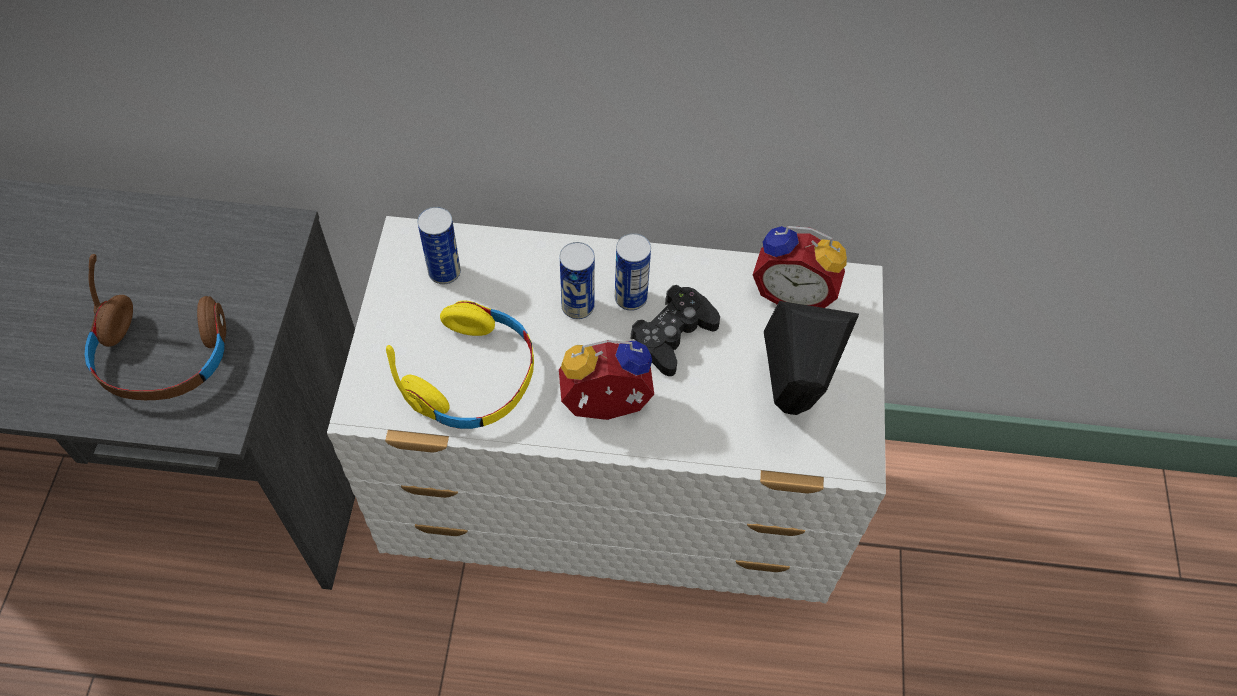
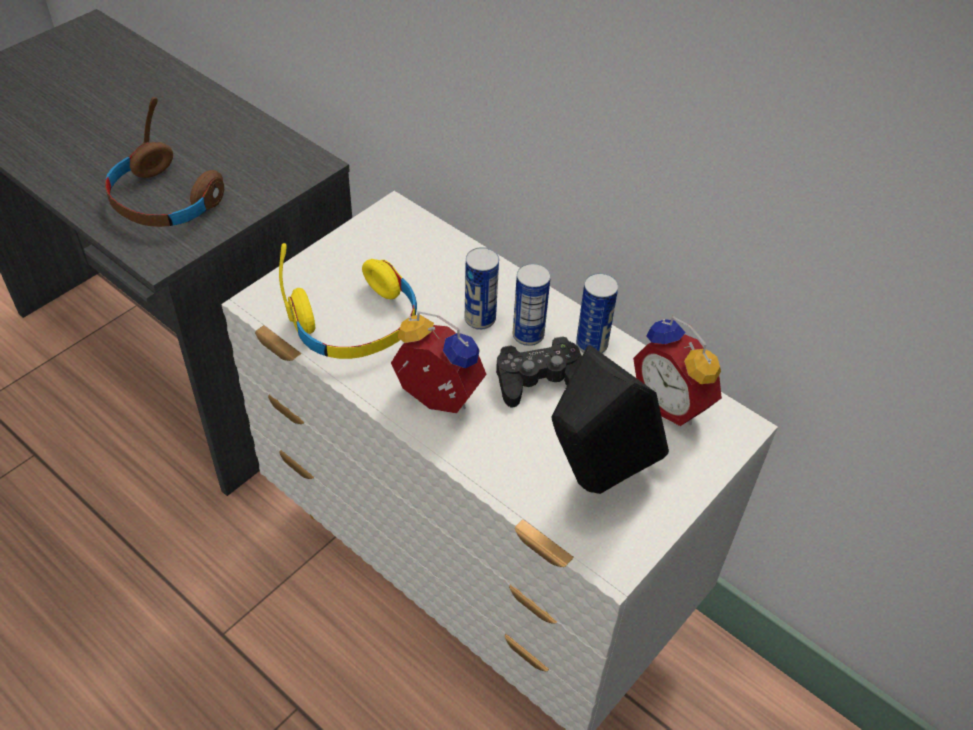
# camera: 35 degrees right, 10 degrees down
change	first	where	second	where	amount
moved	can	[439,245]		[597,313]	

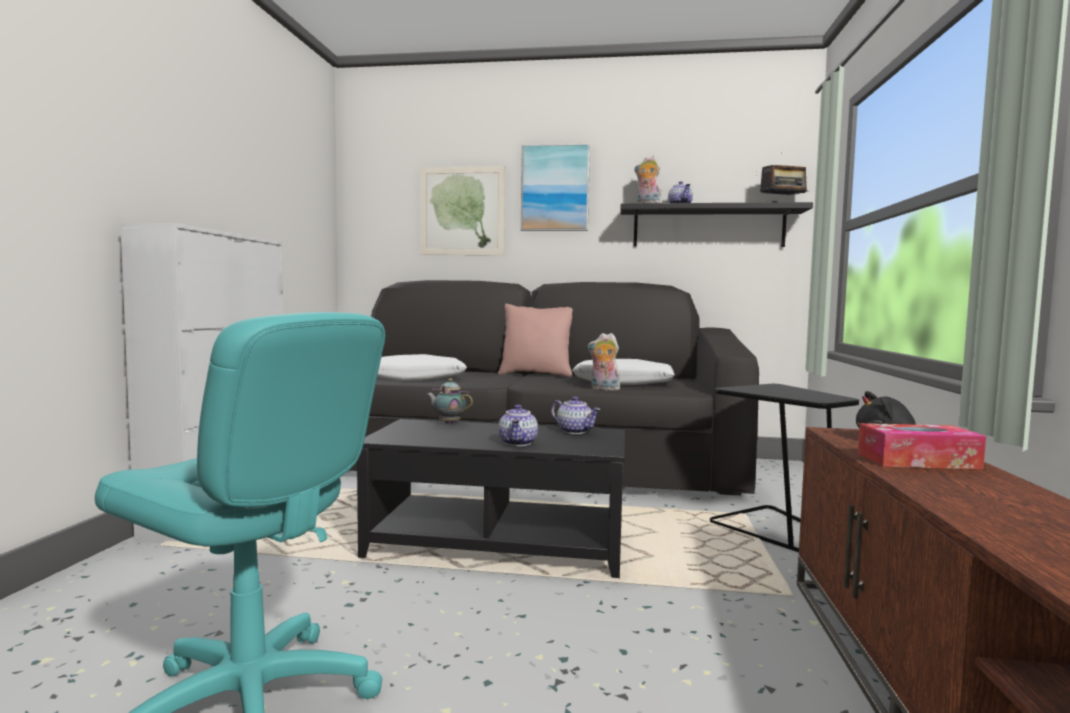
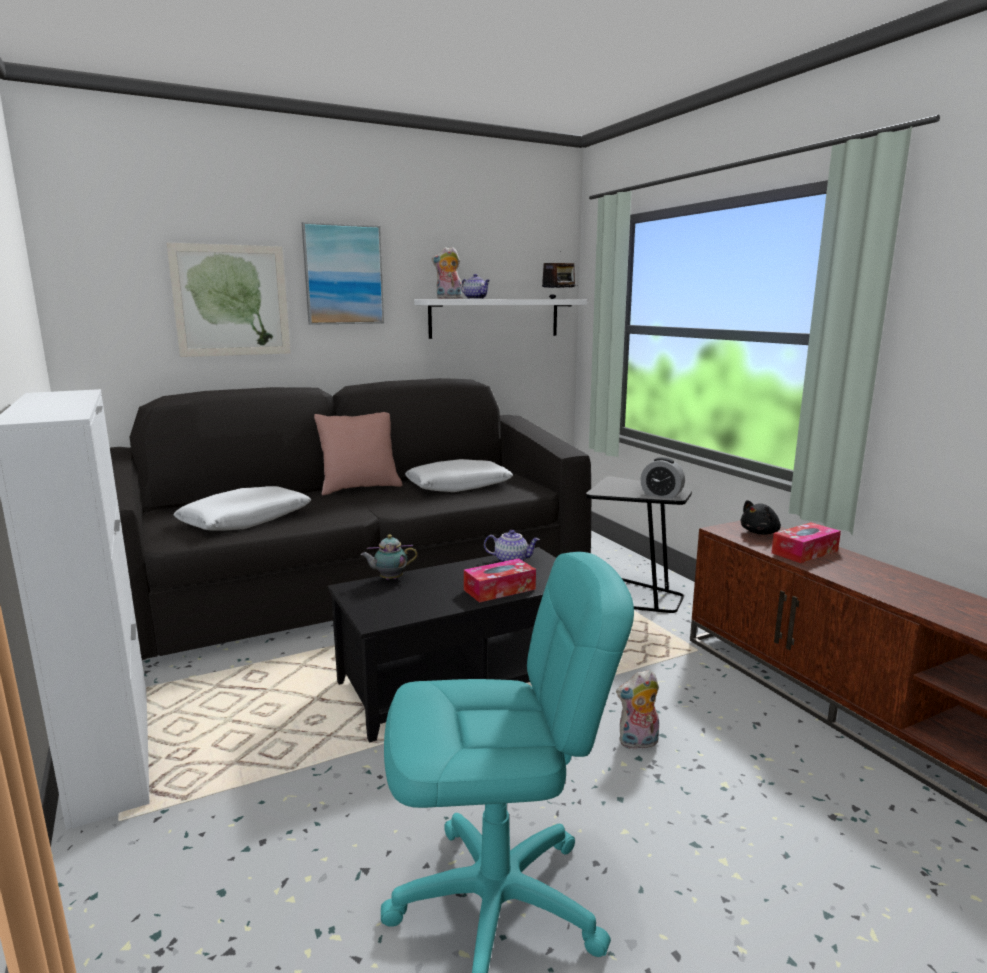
# camera: 35 degrees left, 10 degrees up
change	first	where	second	where	amount
recoloured	shelf/black	[717,224]	shelf/white	[500,319]	
moved	plush toy	[604,362]		[637,709]	
replaced	teapot	[518,425]	tissue box	[500,580]	
added			alarm clock	[663,478]	

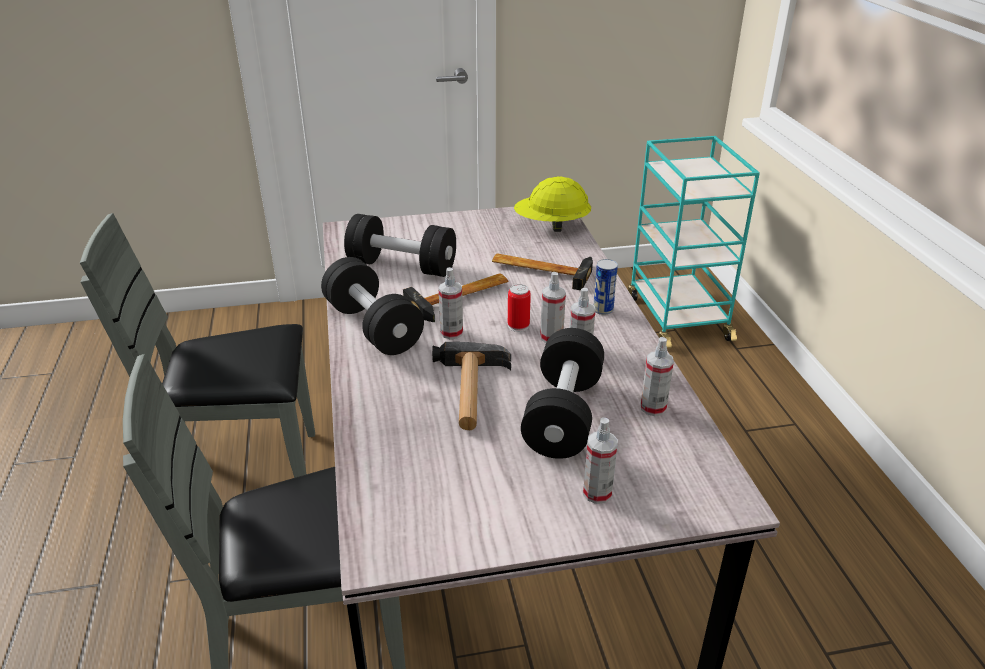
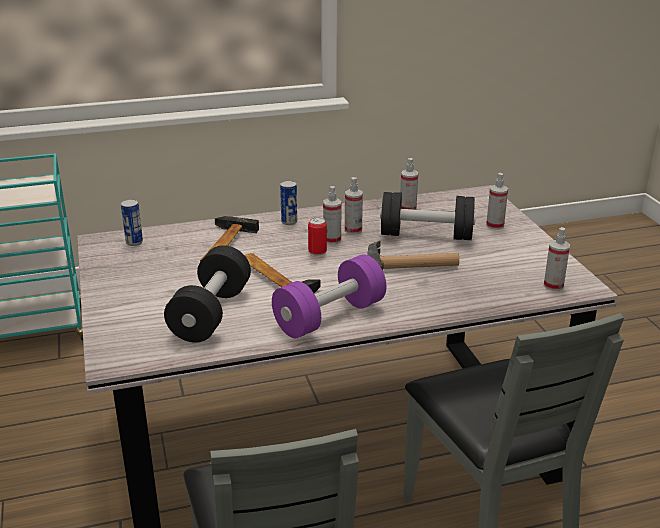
# camera: 95 degrees left, 5 degrees down
change	first	where	second	where	amount
replaced	hard hat/yellow	[552,204]	can	[132,222]	
recoloured	dumbbell/black	[372,306]	dumbbell/purple	[329,296]	
moved	spray bottle	[451,303]		[557,259]	

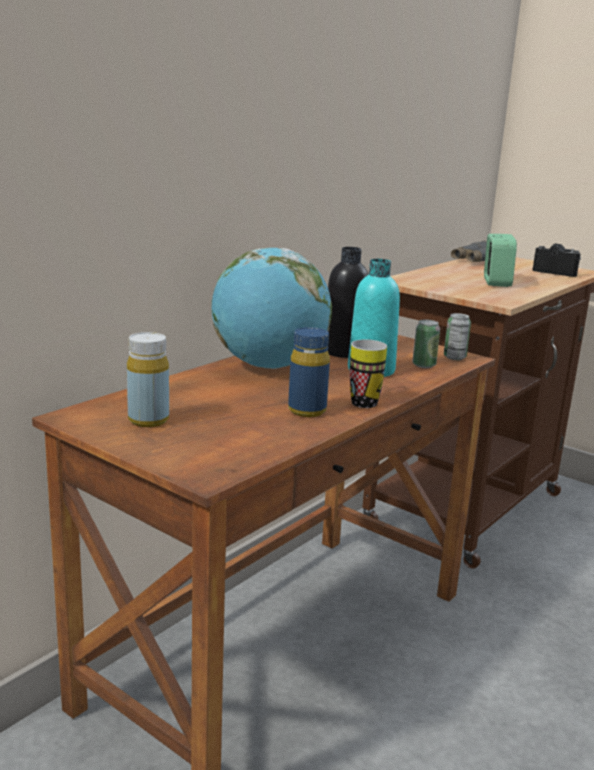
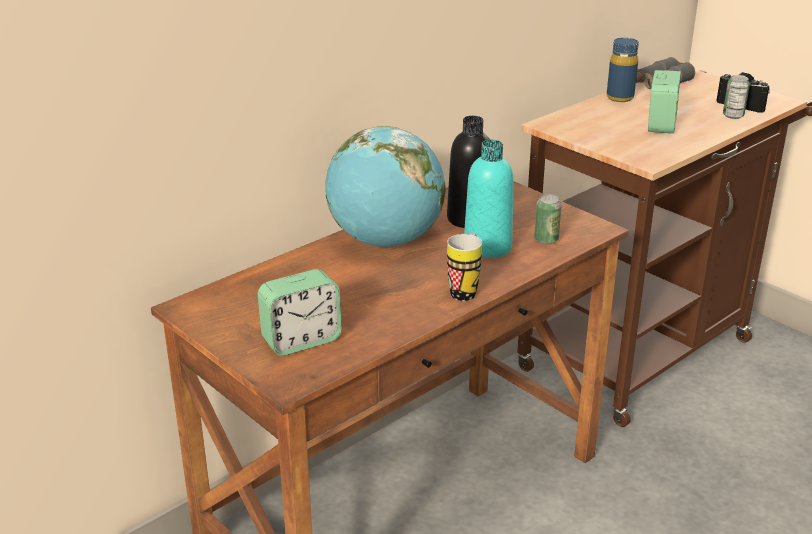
# camera: 10 degrees right, 10 degrees up
change	first	where	second	where	amount
moved	can	[457,336]		[736,97]	
moved	bottle/blue	[309,372]		[623,70]	
removed	bottle/yellow	[148,379]			
added			alarm clock	[300,312]	

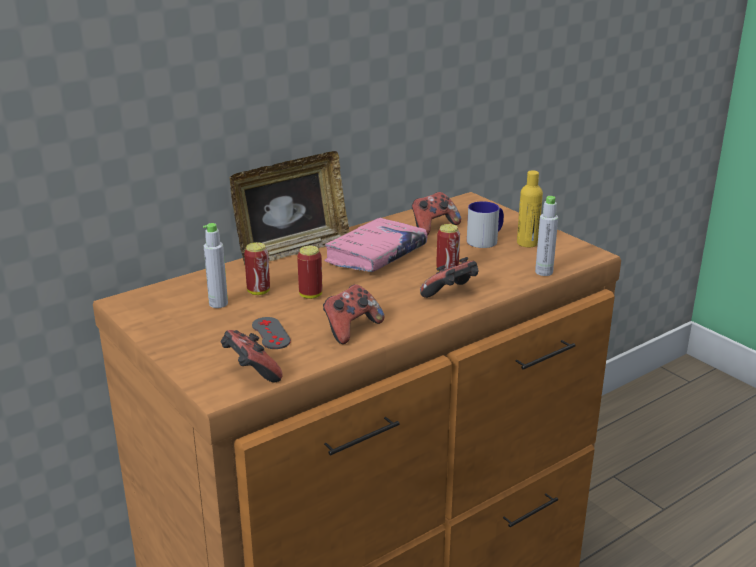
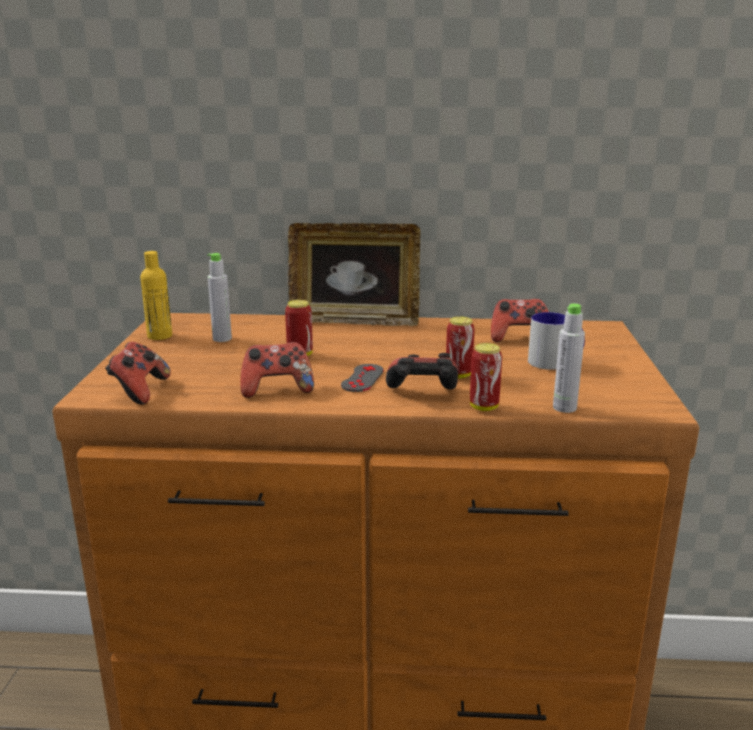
# camera: 40 degrees right, 5 degrees down
change	first	where	second	where	amount
moved	bottle/yellow	[530,208]		[156,295]	
removed	book/pink	[376,244]			
moved	can	[257,268]		[486,377]	
moved	game controller/grey	[271,333]		[362,378]	

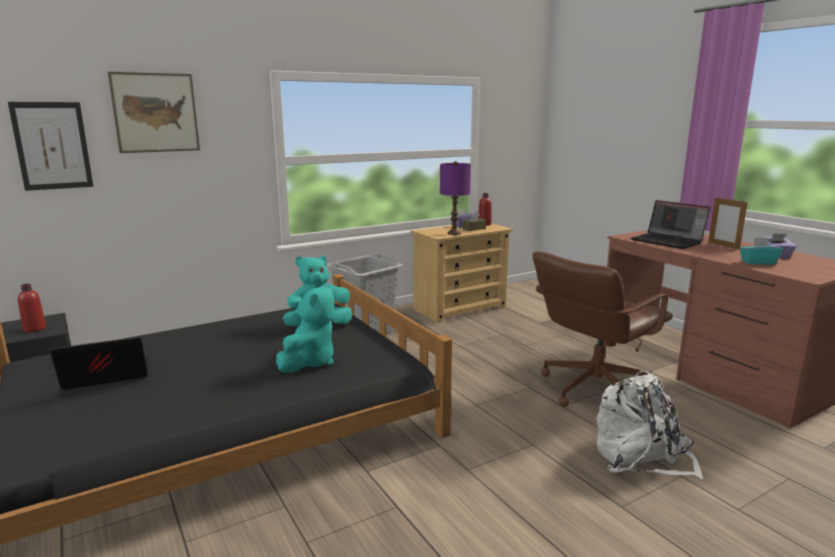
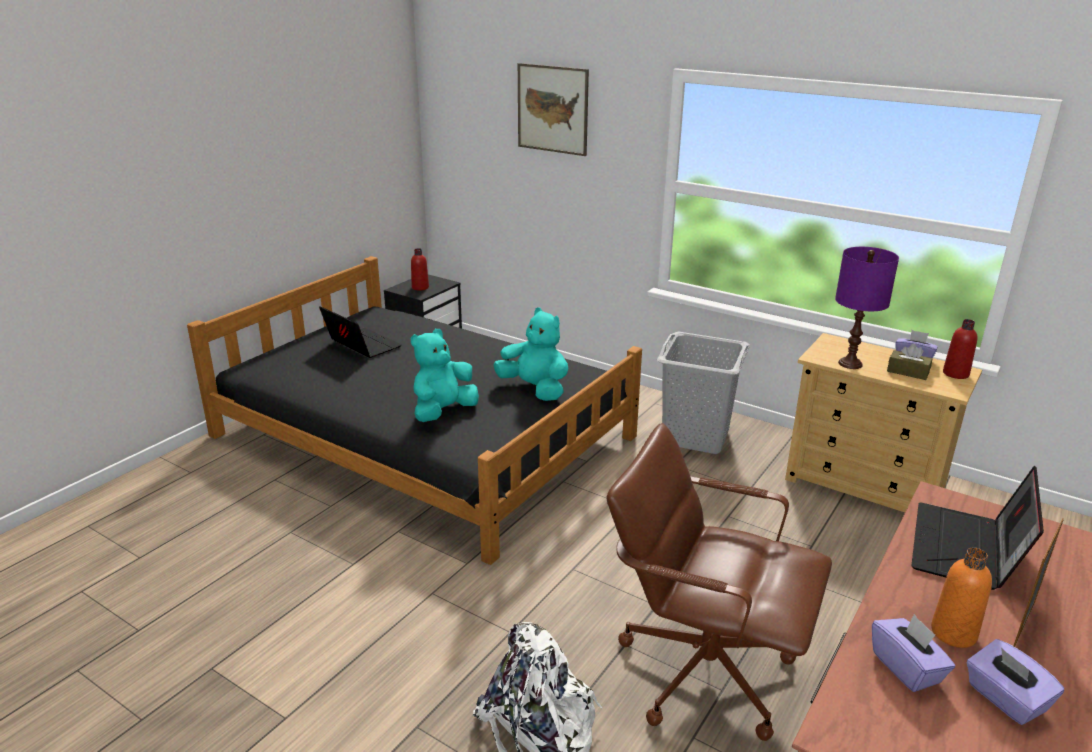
# camera: 65 degrees right, 10 degrees up
change	first	where	second	where	amount
removed	picture	[50,146]			
recoloured	tissue box/turquoise	[761,251]	tissue box/purple	[913,653]	
turned	plush toy/turquoise	[305,328]		[445,375]	135 degrees clockwise
added			bottle/orange	[961,597]	

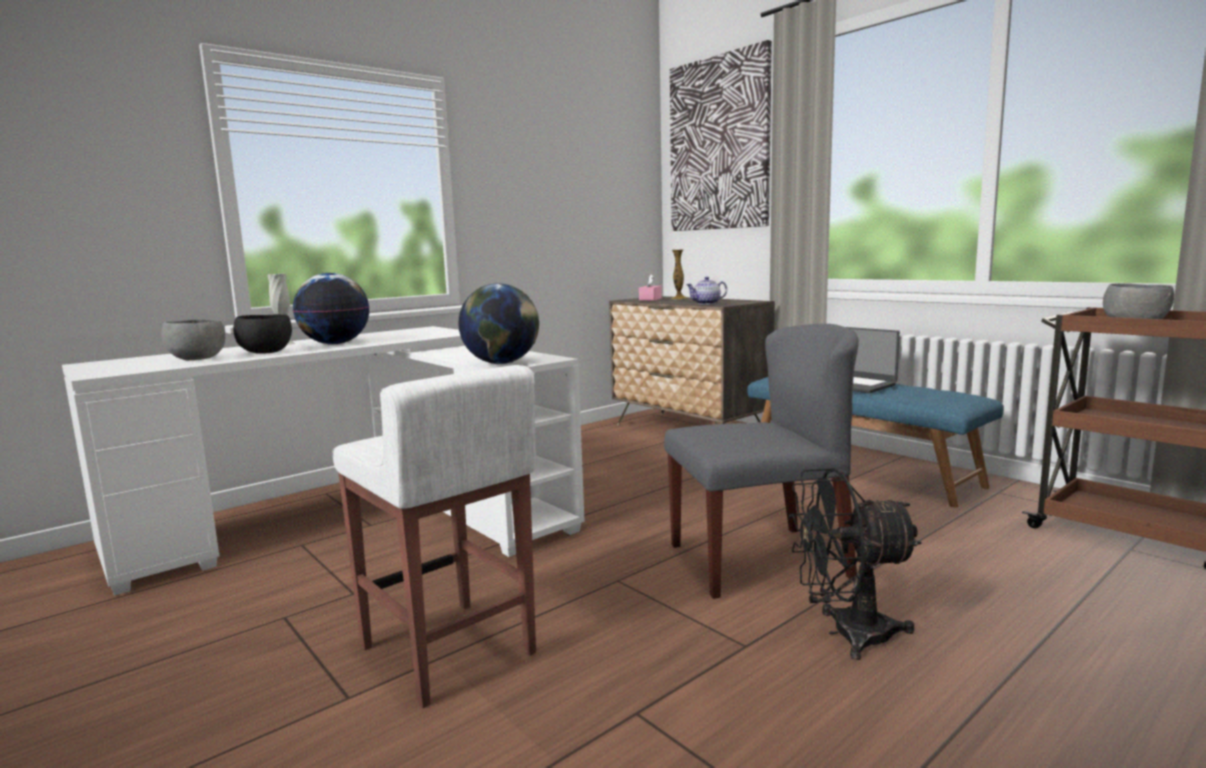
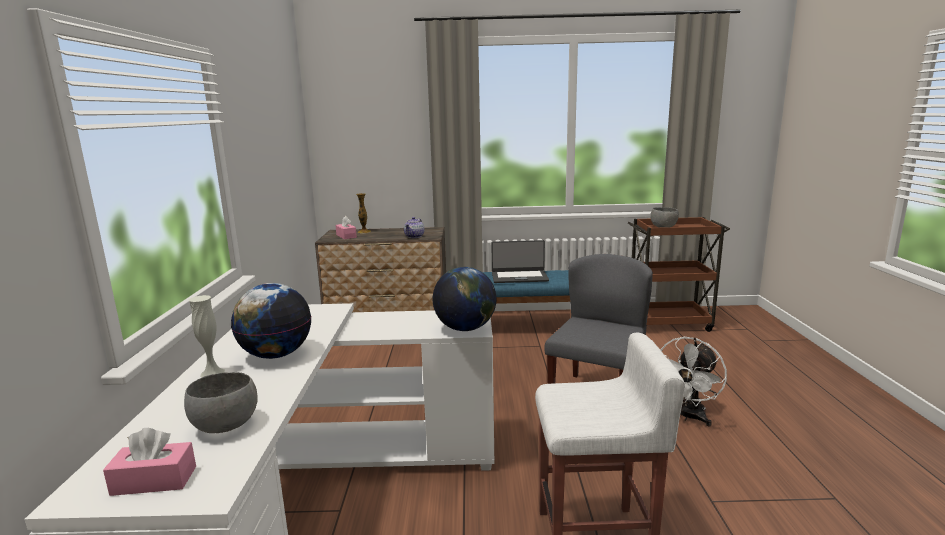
# camera: 50 degrees left, 5 degrees up
change	first	where	second	where	amount
removed	picture	[721,135]			
removed	bowl/black	[262,334]			
recoloured	fan/black	[855,564]	fan/white	[693,382]	
added			tissue box/pink	[149,462]	

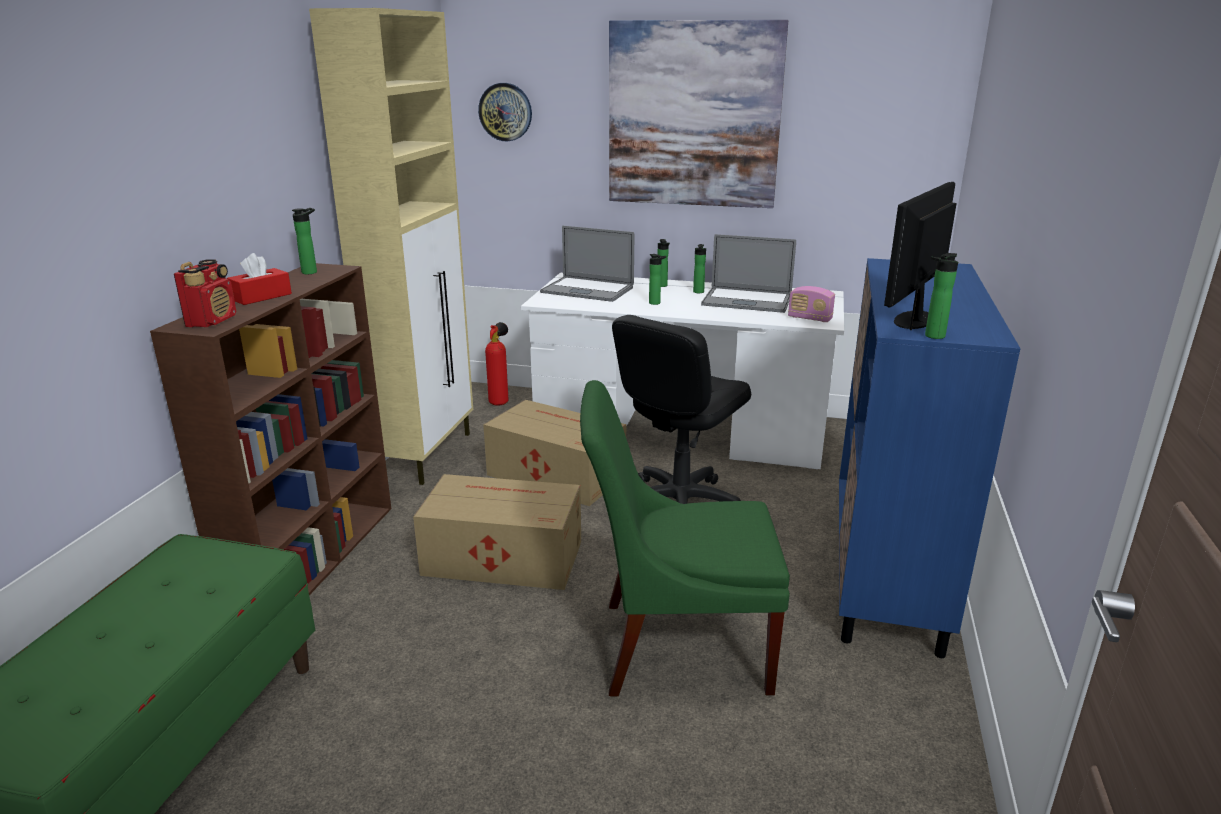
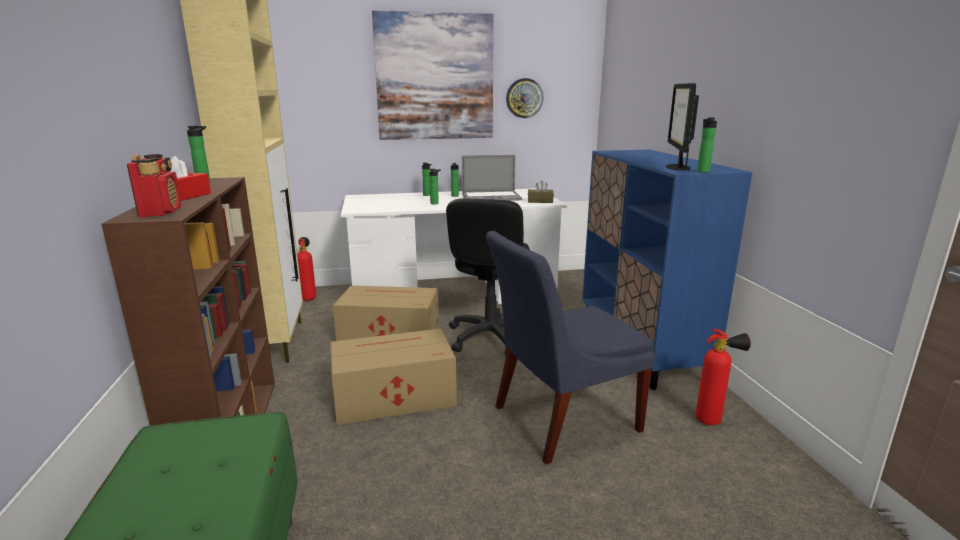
# camera: 25 degrees left, 5 degrees down
change	first	where	second	where	amount
moved	wall clock	[505,112]		[525,98]	
removed	laptop	[587,264]			
replaced	radio	[811,304]	tissue box/brown	[541,191]	
recoloured	chair/green	[685,538]	chair/blue	[570,347]	
added			fire extinguisher	[723,377]	

